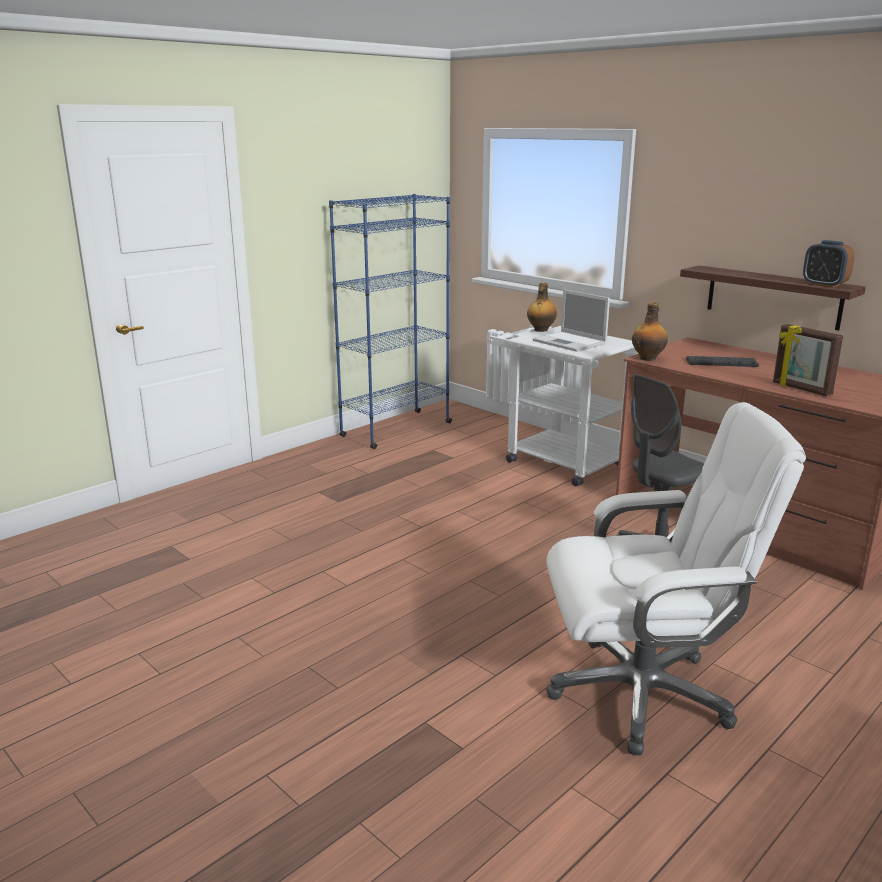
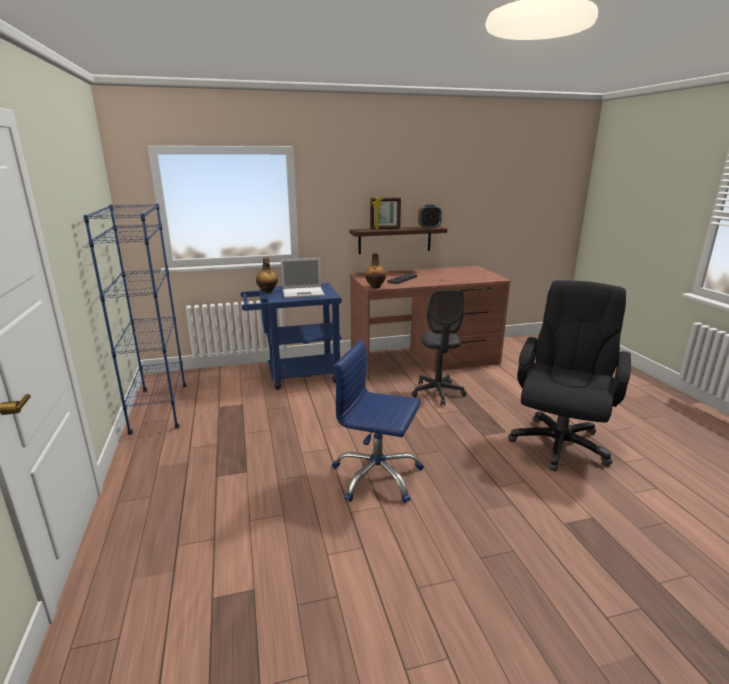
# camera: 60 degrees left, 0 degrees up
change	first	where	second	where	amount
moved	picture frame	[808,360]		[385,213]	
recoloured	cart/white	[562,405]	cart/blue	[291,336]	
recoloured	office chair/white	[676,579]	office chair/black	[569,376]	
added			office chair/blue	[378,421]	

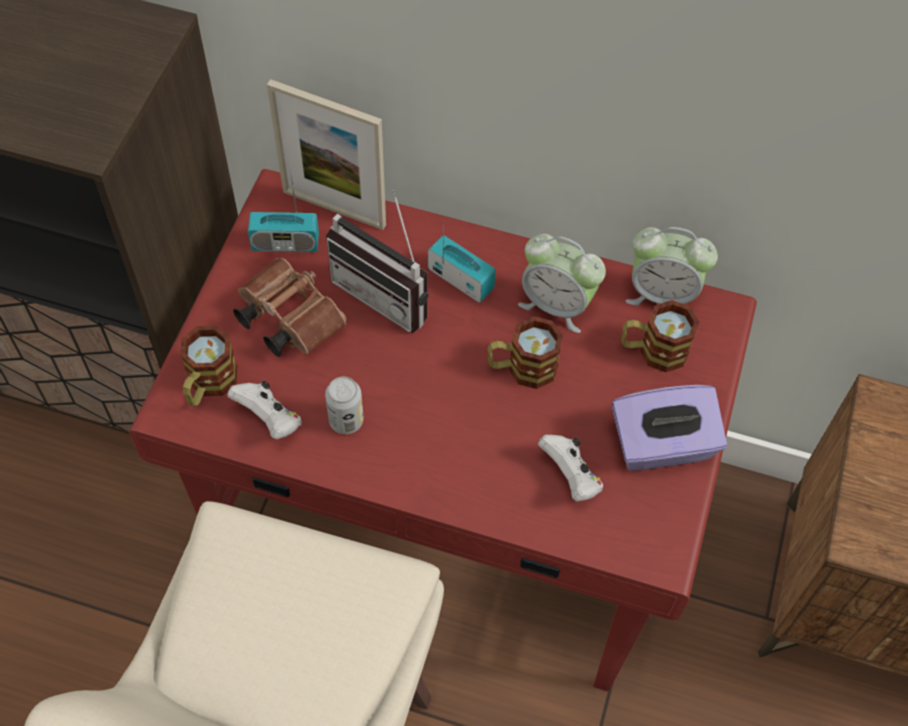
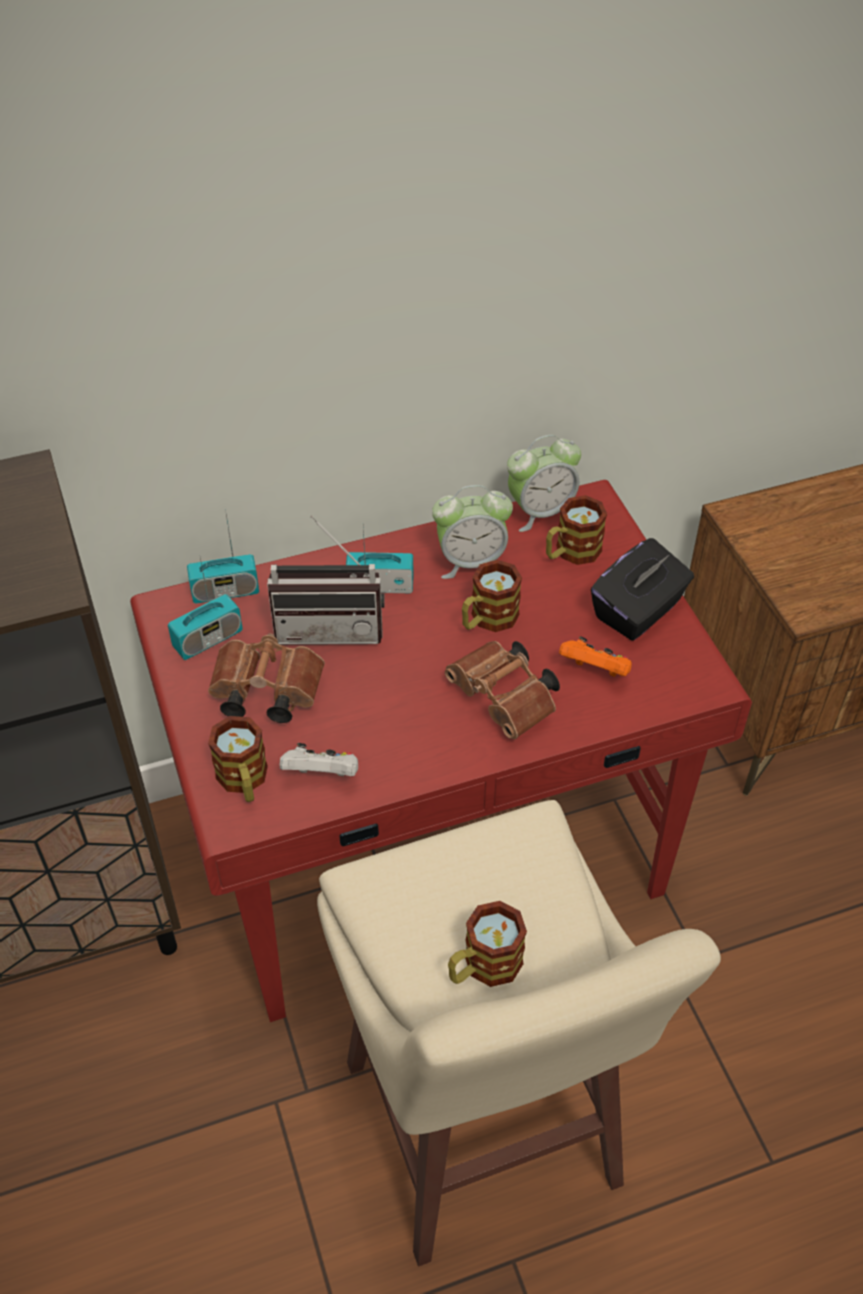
# camera: 35 degrees left, 10 degrees down
change	first	where	second	where	amount
replaced	picture frame	[326,154]	radio	[223,556]	
removed	can	[344,405]			
recoloured	tissue box/purple	[669,428]	tissue box/black	[642,589]	
recoloured	game controller/white	[570,468]	game controller/orange	[595,656]	
added			binoculars/brown	[502,690]	
added			mug	[487,944]	

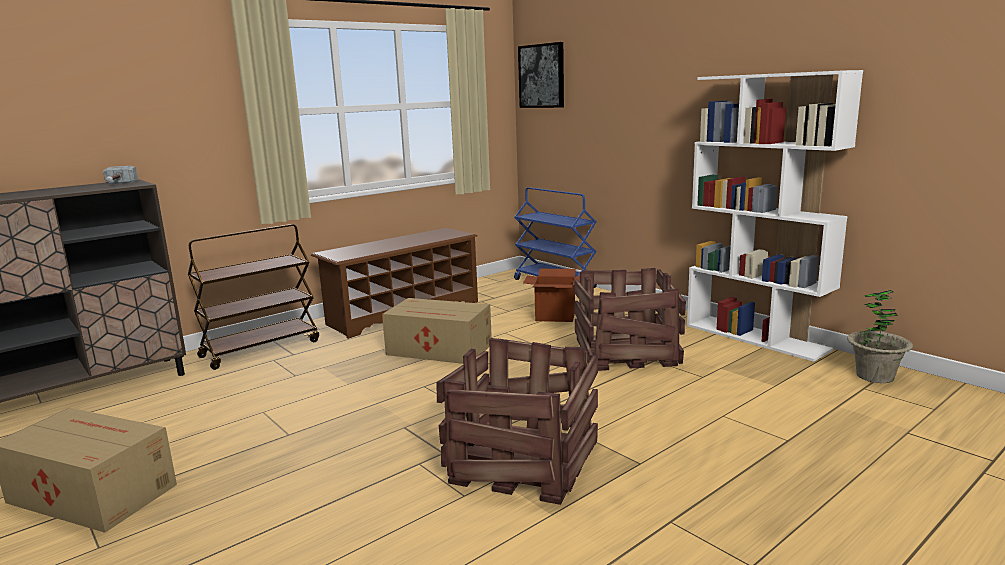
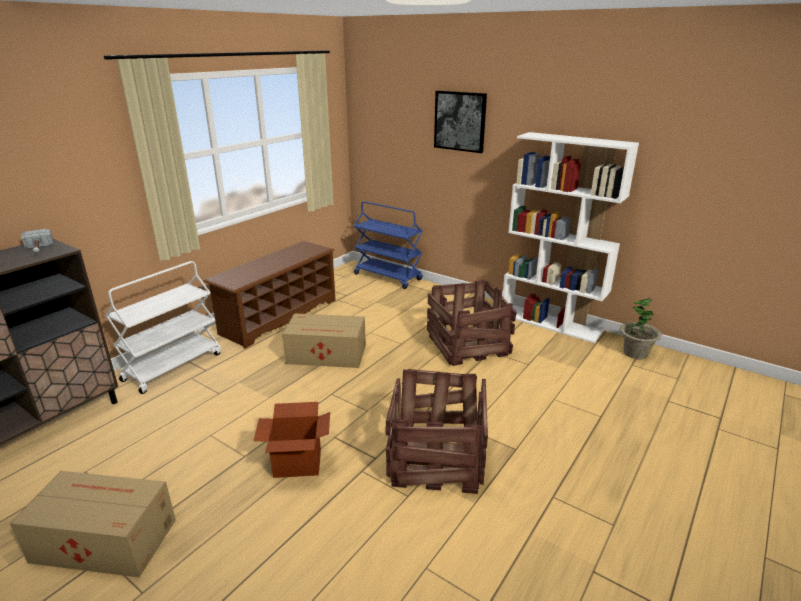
# camera: 15 degrees left, 10 degrees up
change	first	where	second	where	amount
moved	picture	[541,75]		[460,122]	
recoloured	cart/brown	[253,297]	cart/white	[163,327]	
moved	cardboard box	[551,295]		[291,440]	

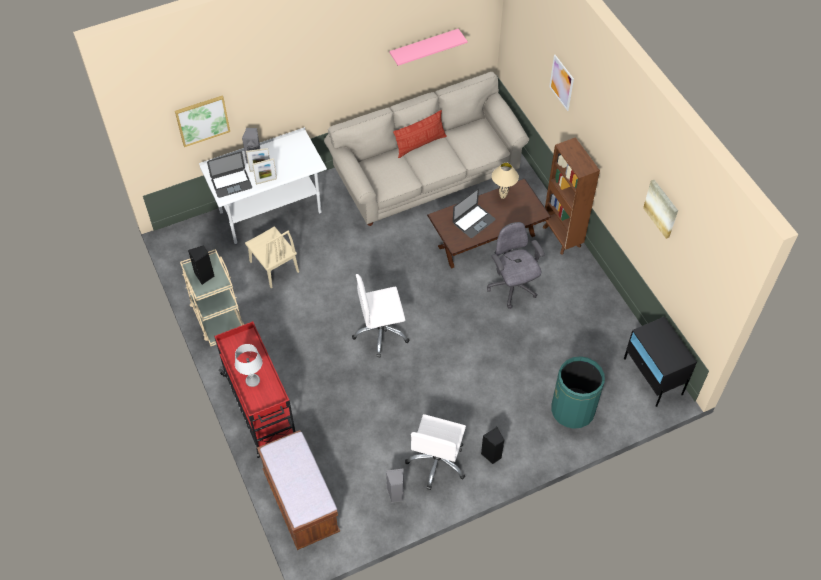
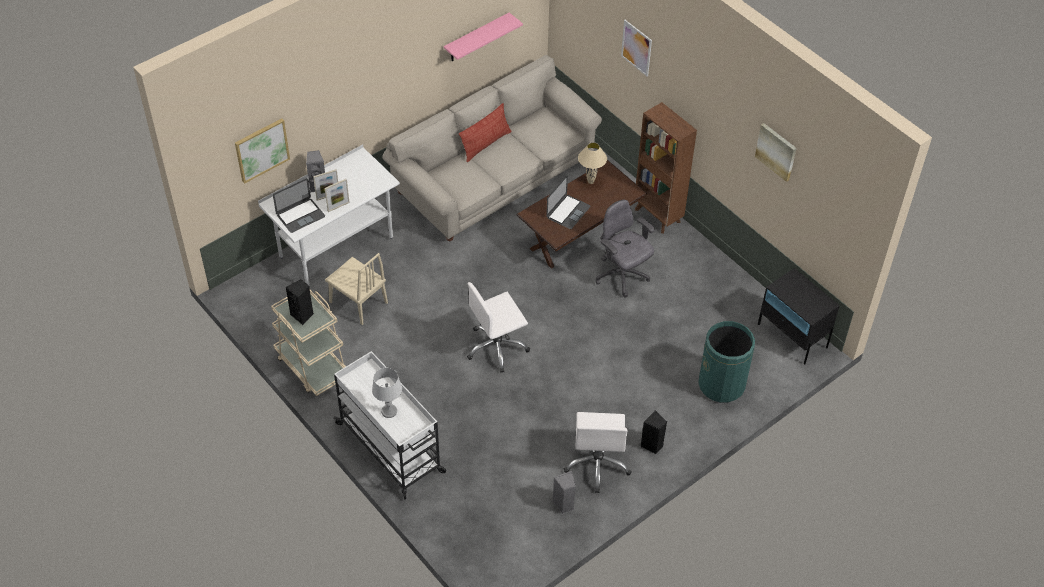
# camera: 15 degrees left, 5 degrees down
change	first	where	second	where	amount
recoloured	cart/red	[254,389]	cart/white	[389,425]	
removed	bench/brown	[298,490]			

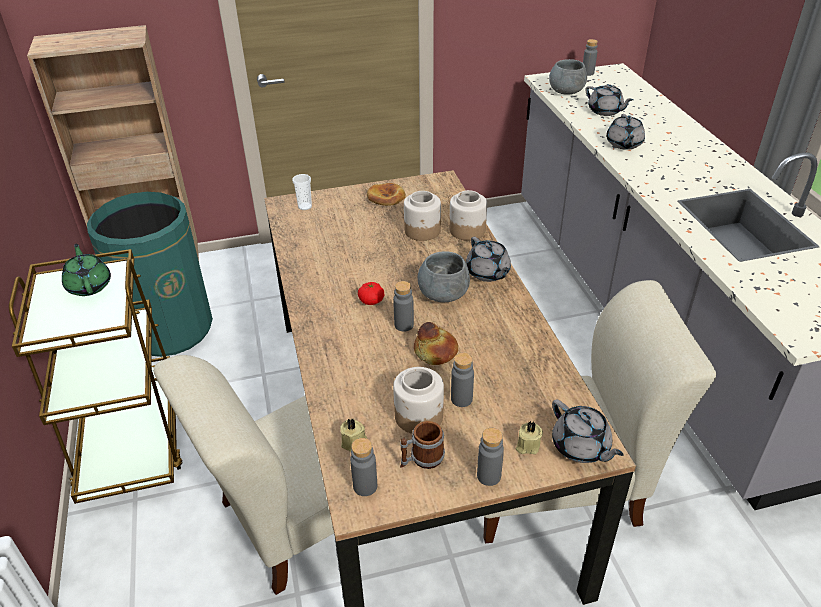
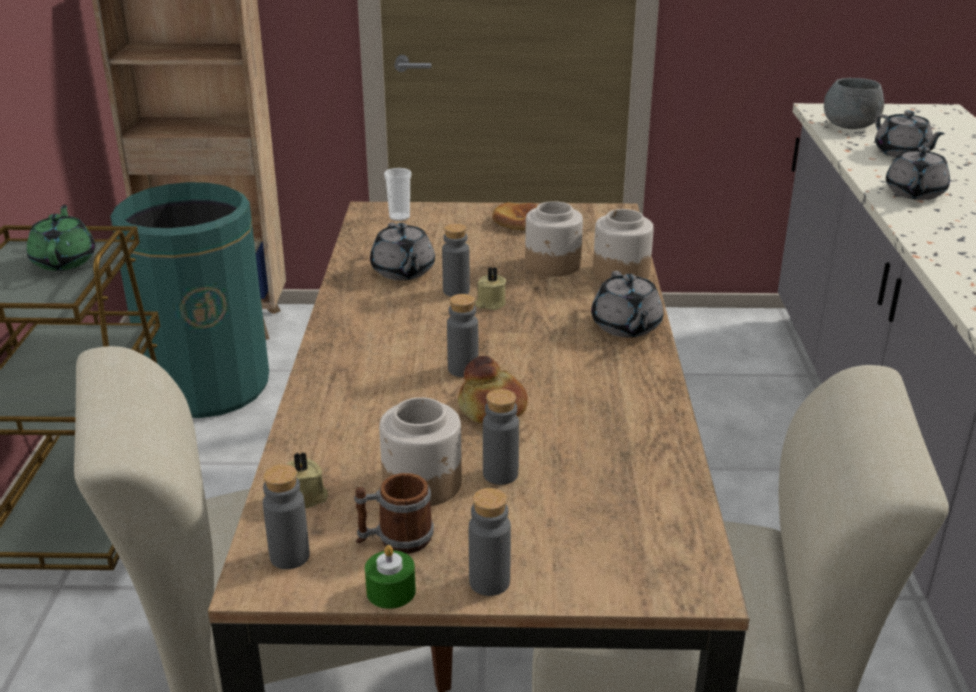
# camera: 15 degrees right, 10 degrees down
change	first	where	second	where	amount
moved	bottle/grey	[590,57]		[456,260]	
removed	bowl/grey	[444,276]			
removed	tomato	[371,293]			
moved	teapot/grey	[588,431]		[402,251]	
moved	candle/beige	[529,437]		[490,288]	
added			candle/green	[390,577]	

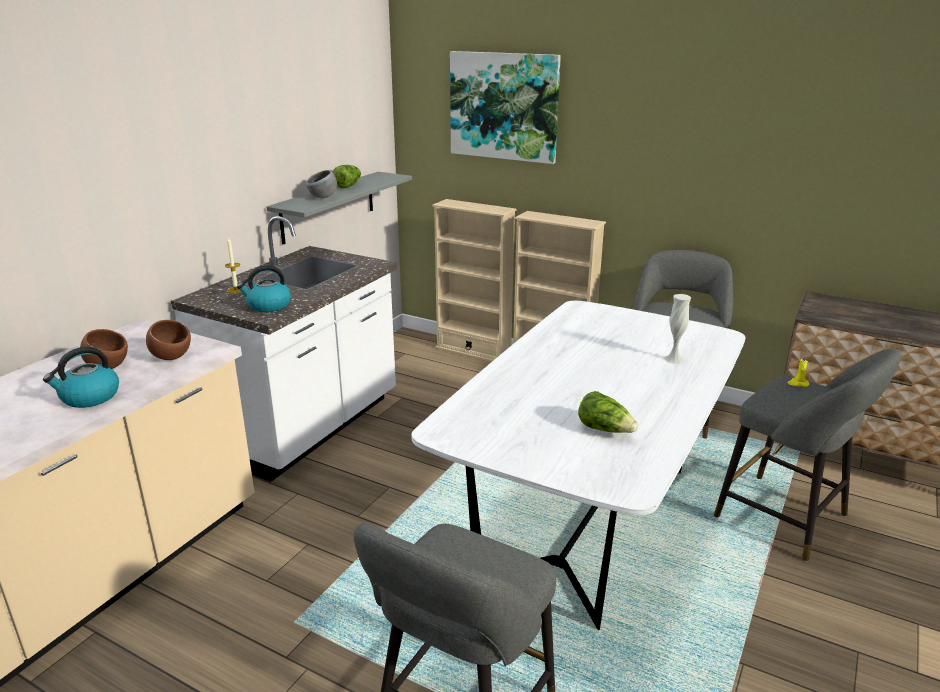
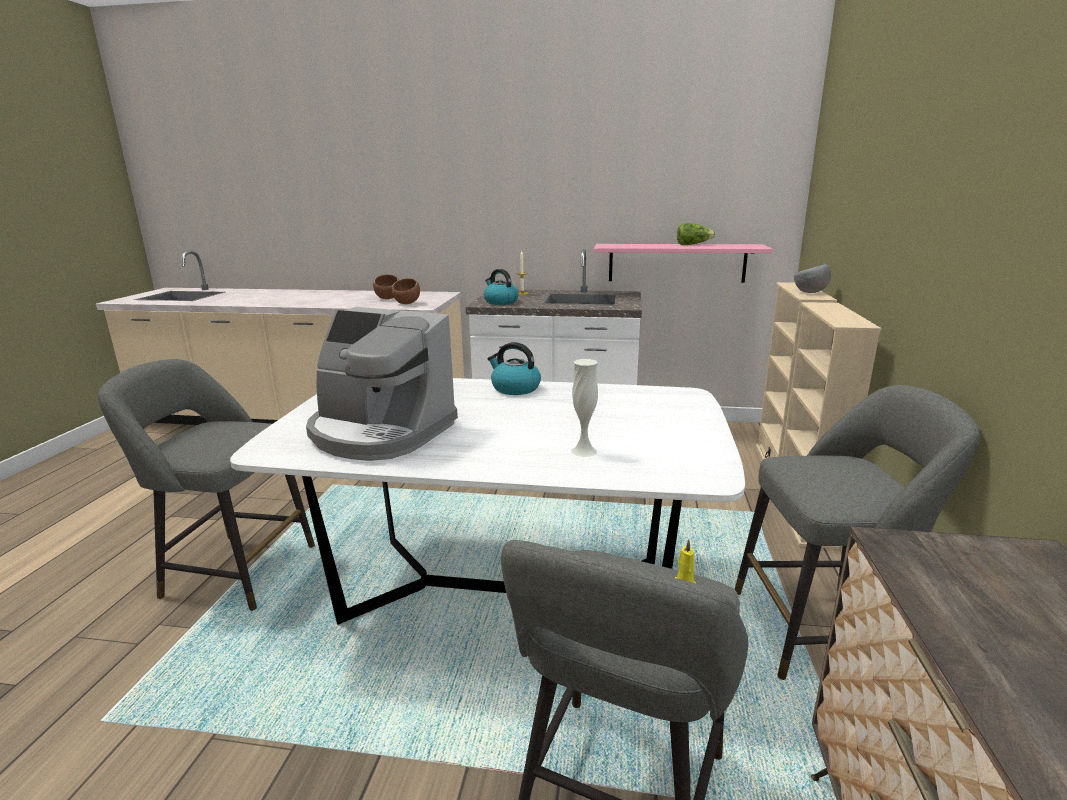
# camera: 70 degrees right, 5 degrees down
change	first	where	second	where	amount
removed	picture	[505,107]			
moved	bowl/grey	[321,184]		[812,278]	
recoloured	shelf/grey	[339,208]	shelf/pink	[683,263]	
moved	kettle	[81,377]		[514,368]	
replaced	lettuce	[608,412]	coffee machine	[382,384]	

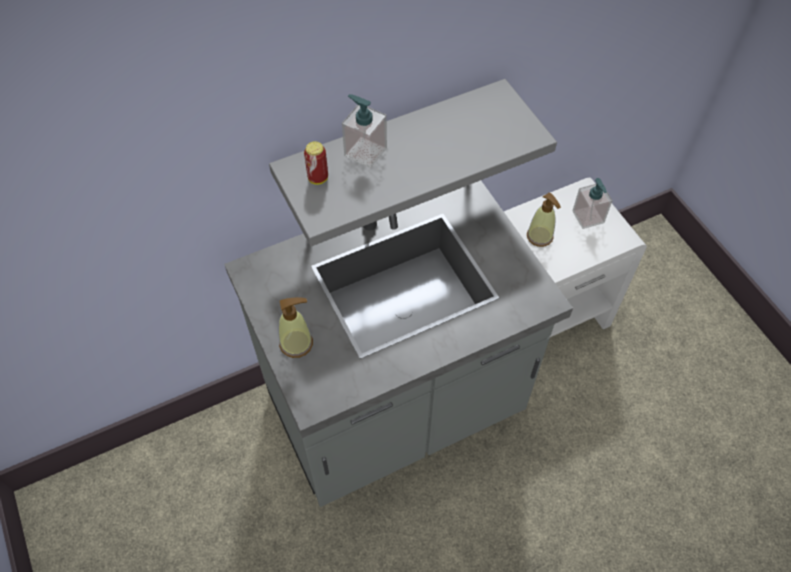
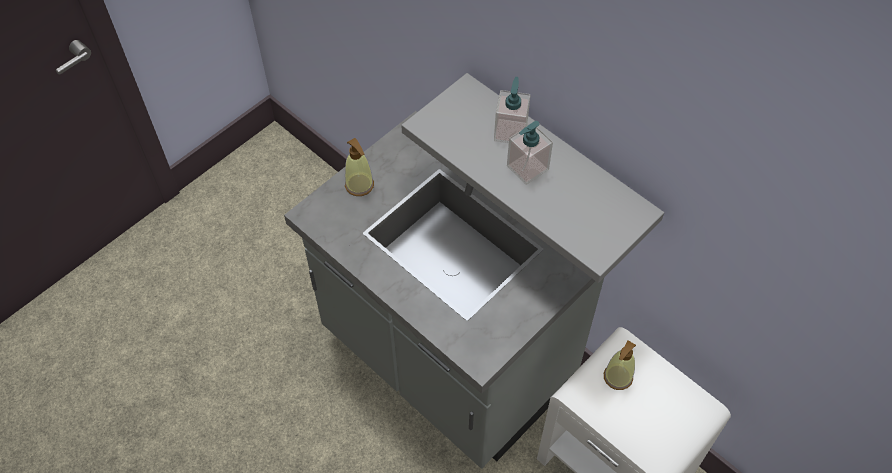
# camera: 70 degrees right, 0 degrees up
change	first	where	second	where	amount
removed	can	[316,163]			
moved	soap dispenser	[592,203]		[530,153]	

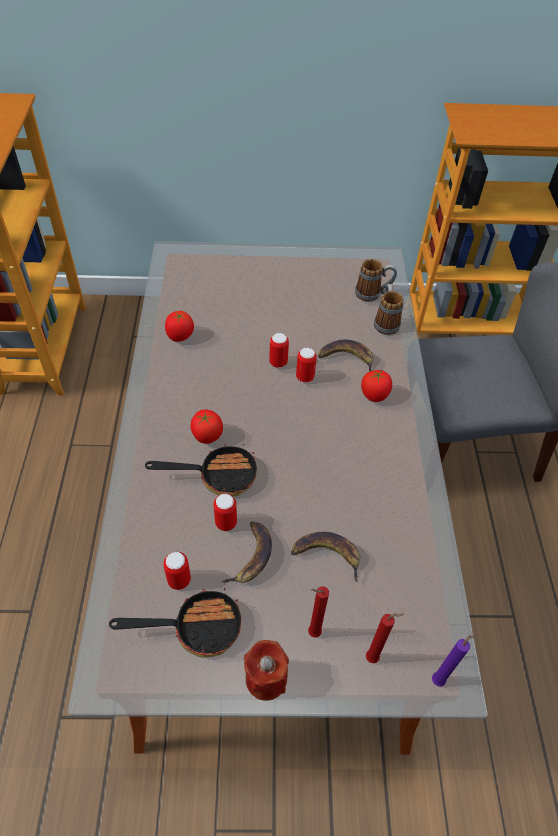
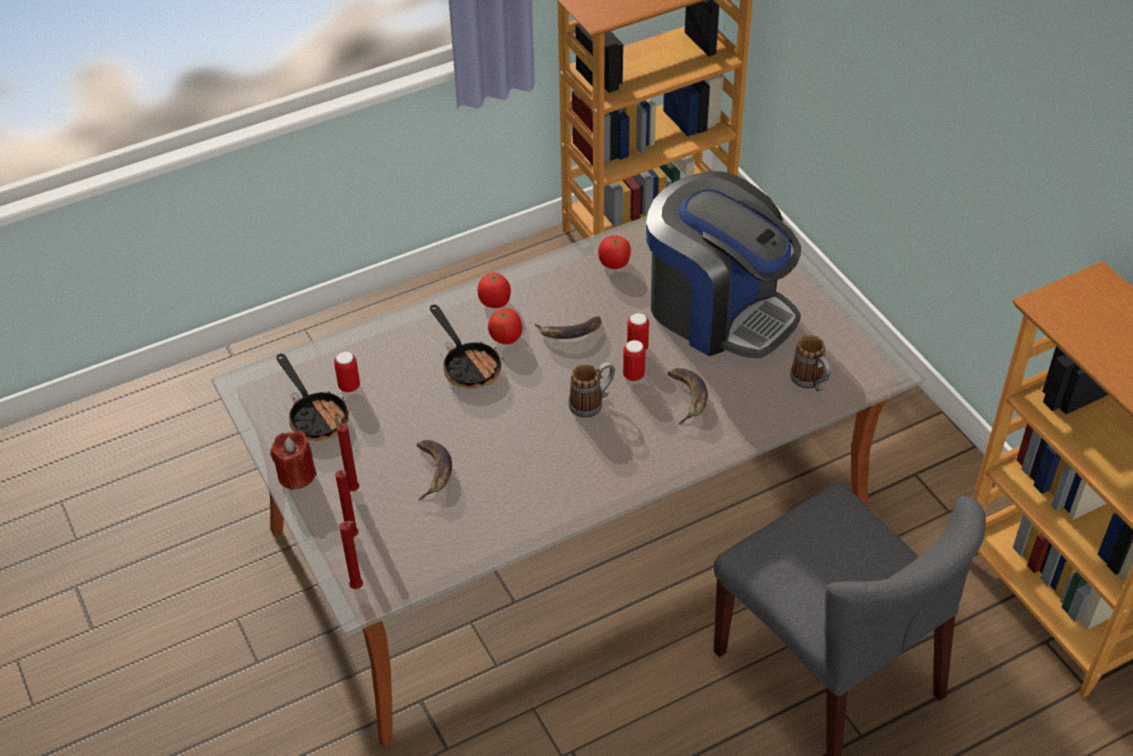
# camera: 65 degrees right, 5 degrees down
change	first	where	second	where	amount
moved	mug	[389,309]		[591,390]	
moved	tomato	[376,386]		[494,290]	
removed	can	[225,512]			
moved	banana	[247,552]		[568,327]	
recoloured	candle/purple	[454,660]	candle/red	[351,555]	
added			coffee machine	[723,265]	

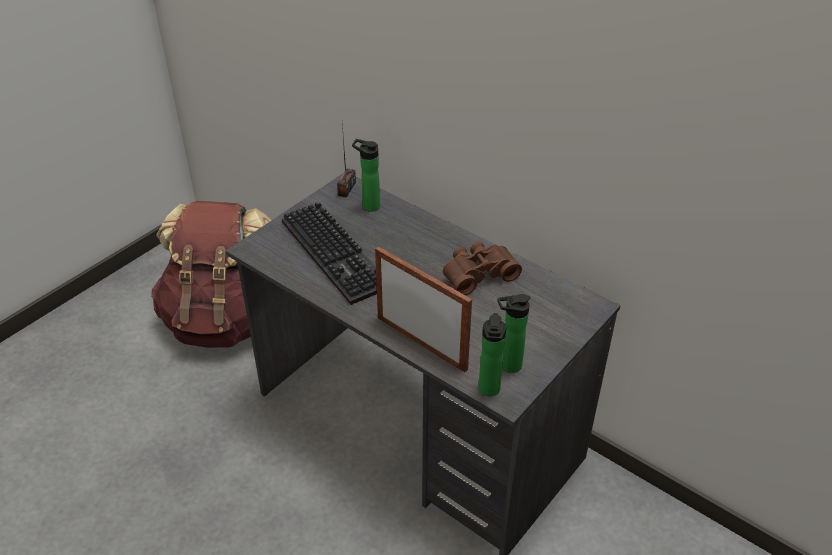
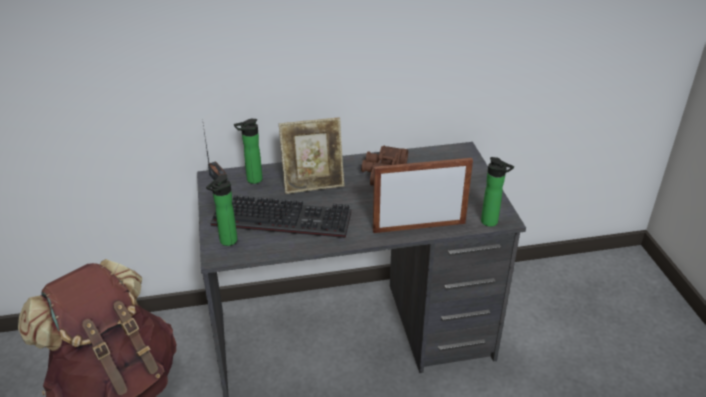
# camera: 50 degrees left, 5 degrees down
change	first	where	second	where	amount
moved	bottle	[514,333]		[221,210]	
added			picture frame	[311,155]	

